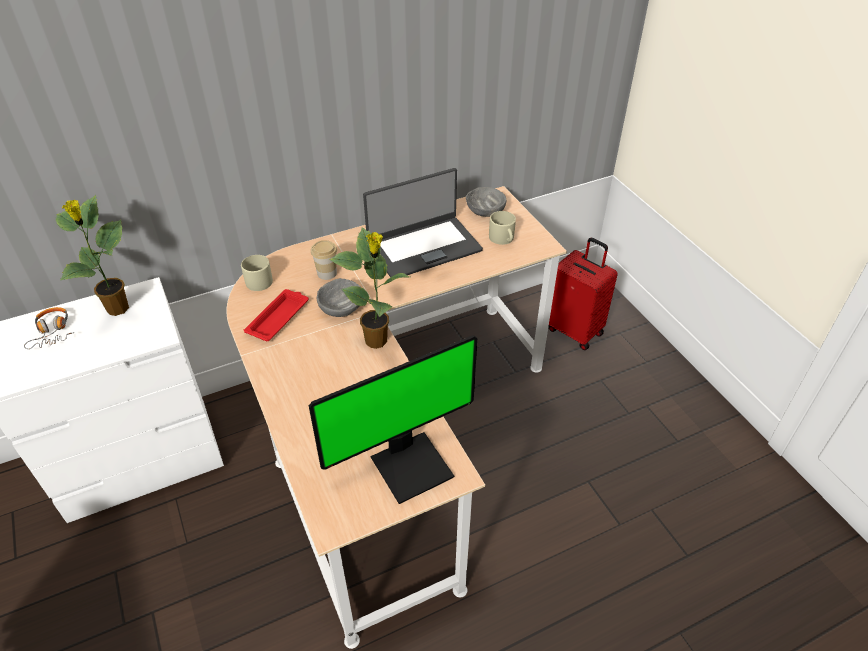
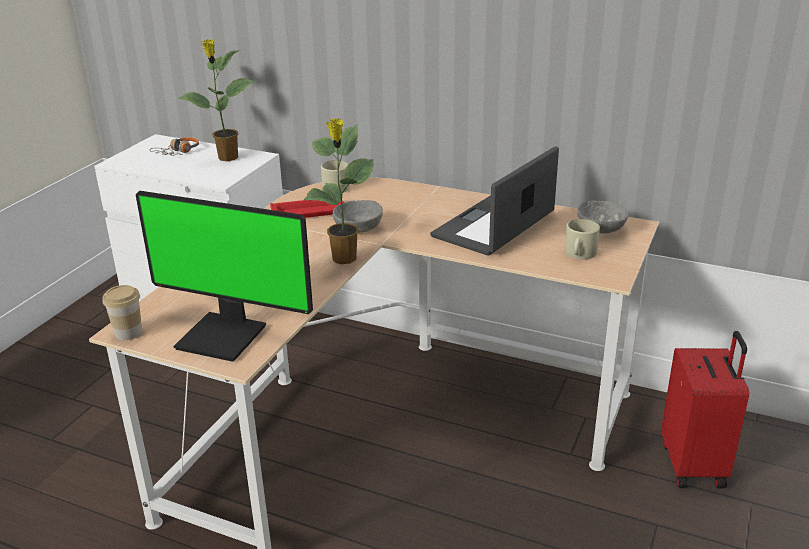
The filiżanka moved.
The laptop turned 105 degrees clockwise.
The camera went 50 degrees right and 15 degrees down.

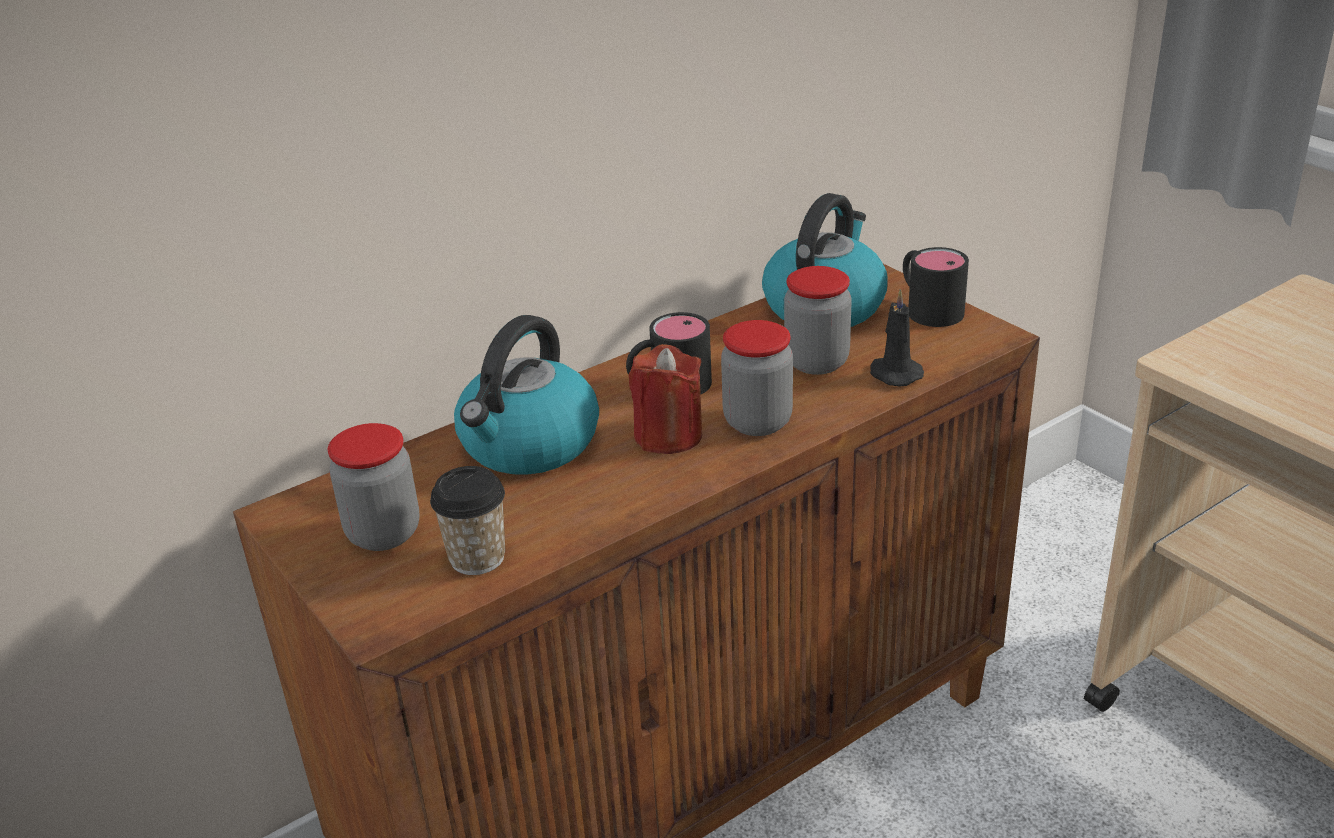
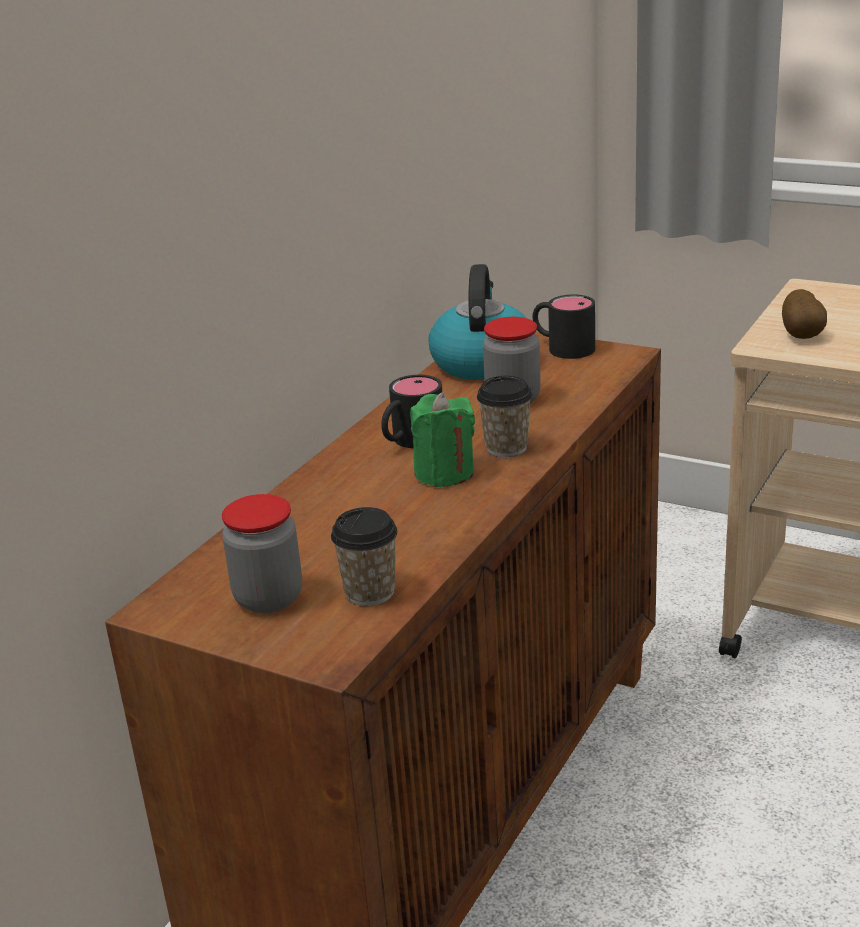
The świeca/czerwony became the świeca/zielony.
The słoik (2nd from left) was replaced by the filiżanka (2nd from left).
The ziemniak appeared.
The czajnik (1st from left) disappeared.
The świeca/czarny disappeared.
The camera went 25 degrees left and 5 degrees down.

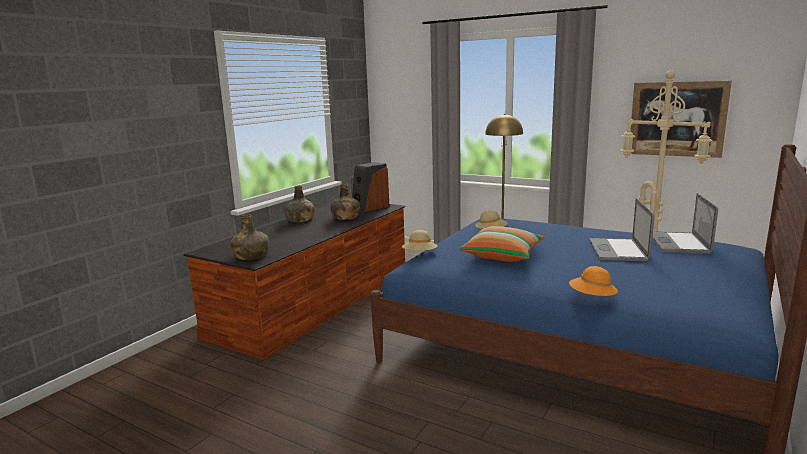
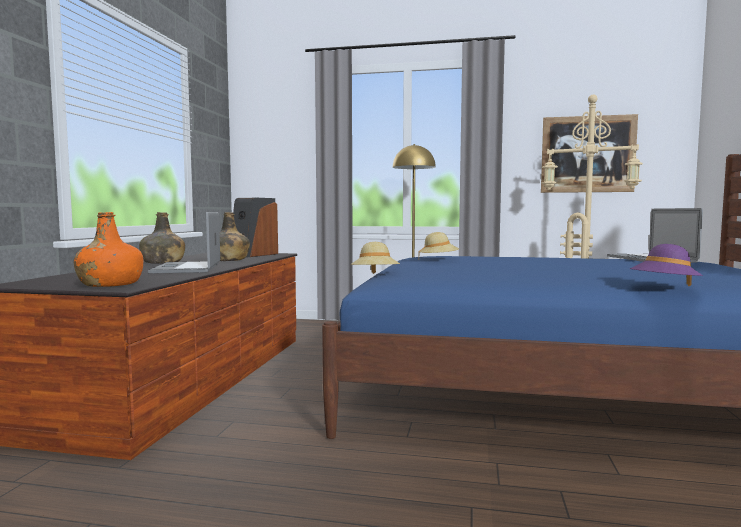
The butelka/zielony (1st from left) became the butelka/pomarańczowy.
The laptop (1st from left) moved.
The kapelusz/pomarańczowy became the kapelusz/fioletowy.
The poduszka disappeared.
The camera went 20 degrees left and 10 degrees down.

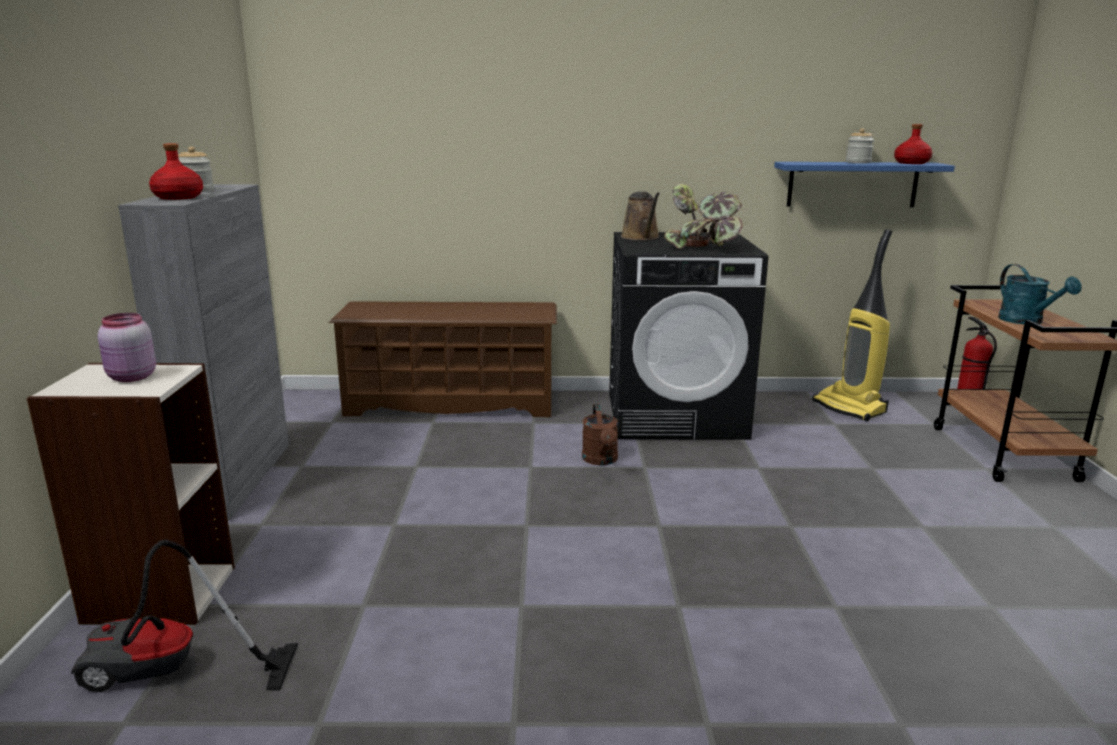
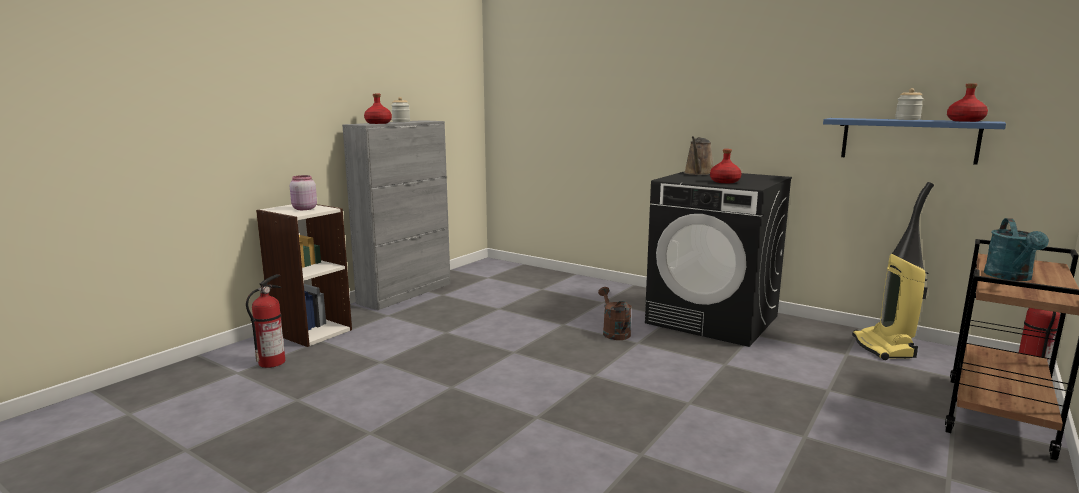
The odkurzacz (1st from left) was replaced by the gaśnica (1st from left).
The konewka/brązowy (1st from left) turned 135 degrees clockwise.
The roślina doniczkowa was replaced by the butelka/czerwony (2nd from left).
The regał na buty/brązowy disappeared.
The camera went 35 degrees right and 5 degrees down.

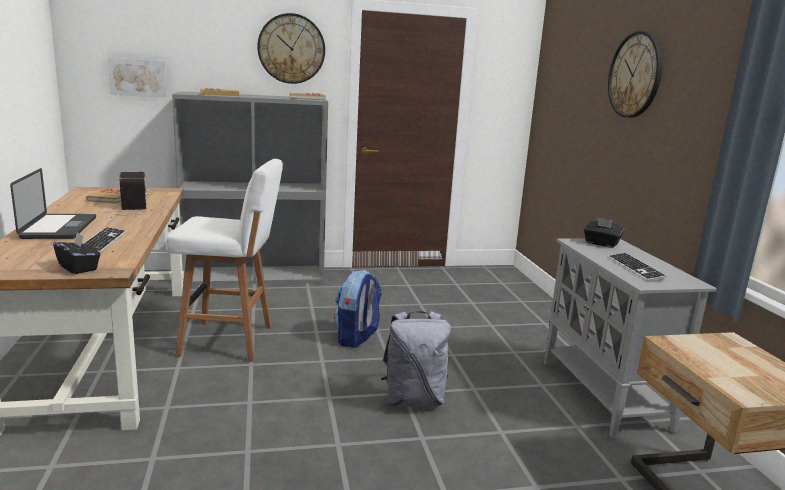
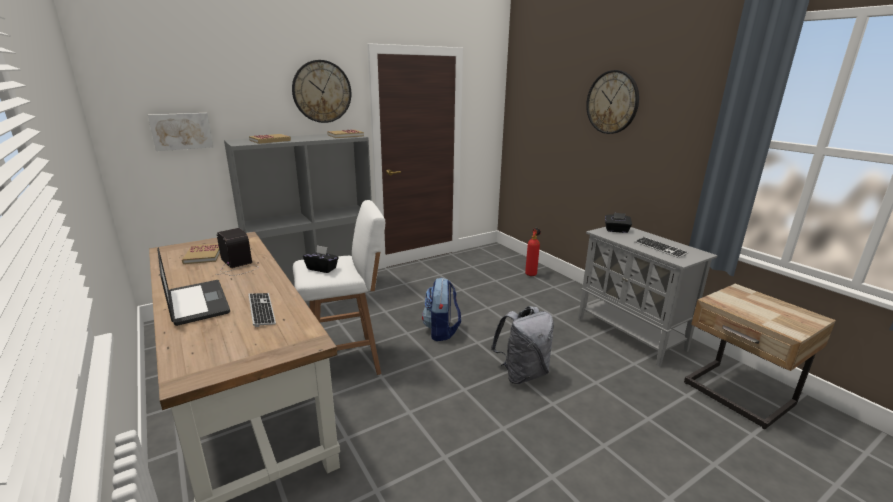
The pudełko chusteczek/czarny (1st from left) moved.
The gaśnica appeared.
The camera went 20 degrees left and 5 degrees up.

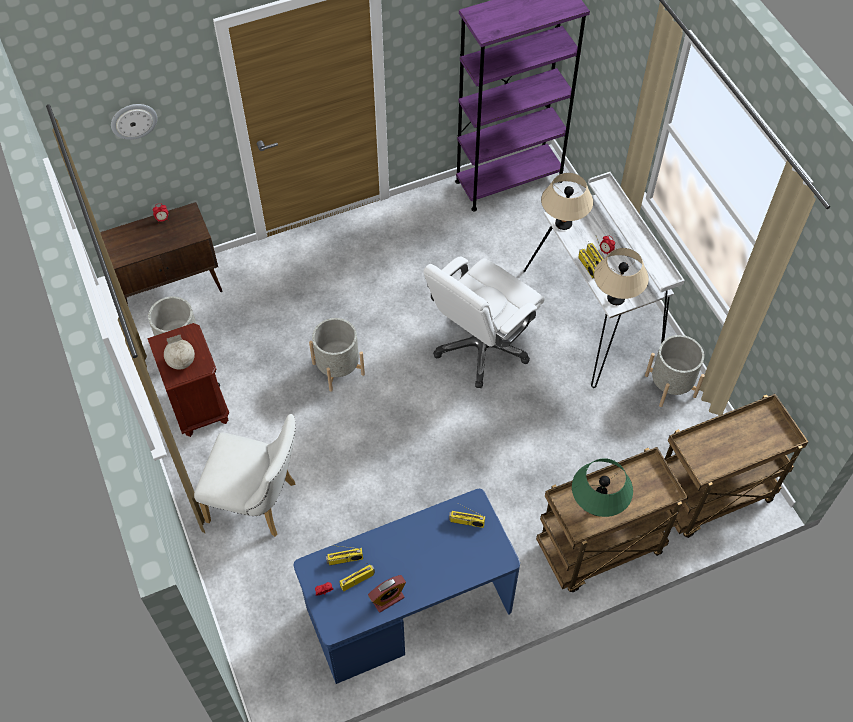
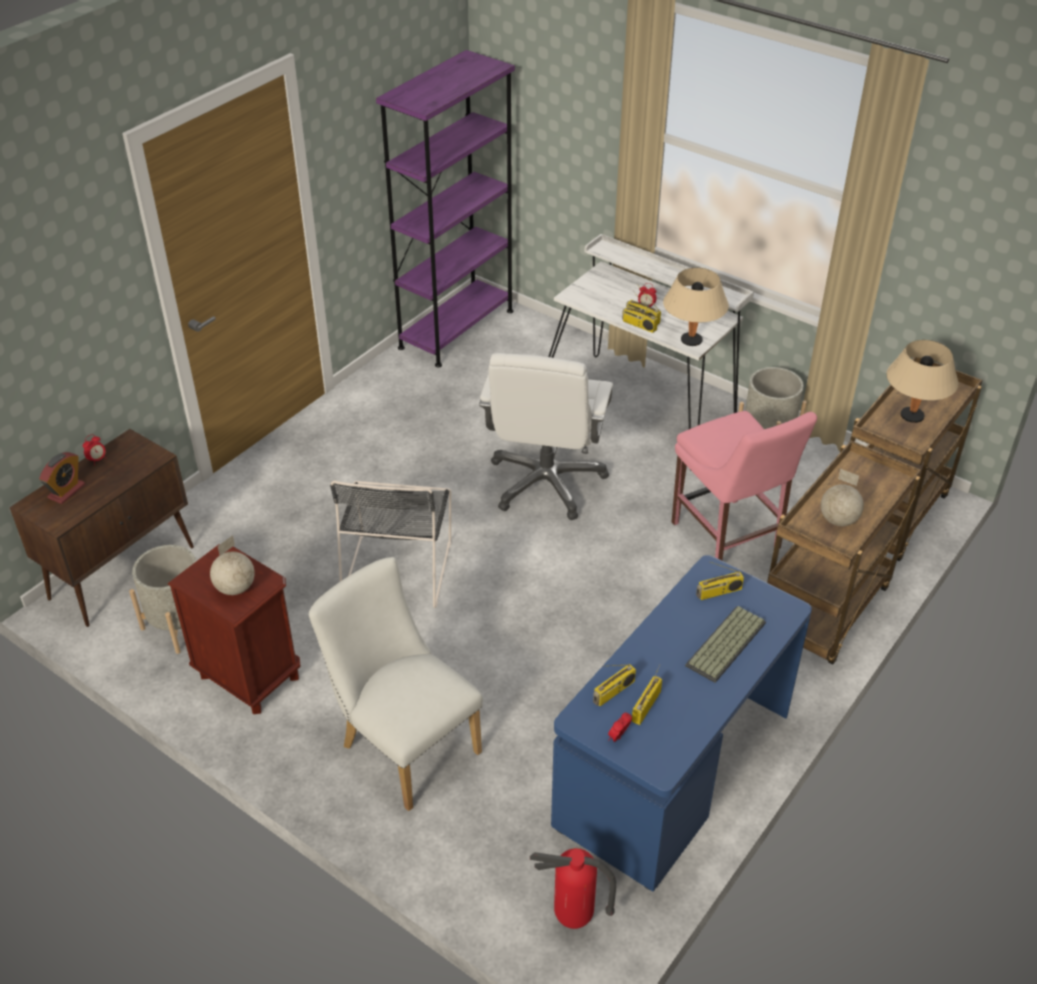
The budzik (3rd from left in the first image) moved.
The krzesło/biały turned 120 degrees counterclockwise.
The donica/szary (2nd from left) was replaced by the krzesło/czarny.
The gaśnica appeared.
The krzesło/różowy appeared.
The klawiatura appeared.
The lampa stołowa/zielony was replaced by the globus (2nd from left).
The lampa stołowa/beżowy (1st from left in the first image) moved.
The zegar ścienny disappeared.
The camera went 30 degrees left and 15 degrees down.

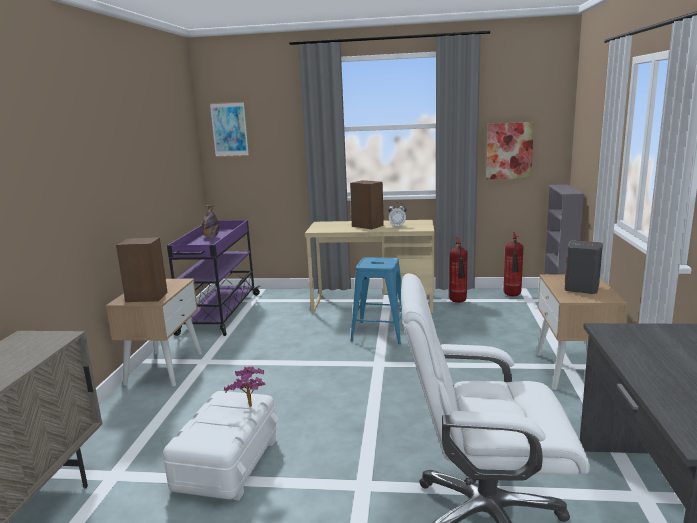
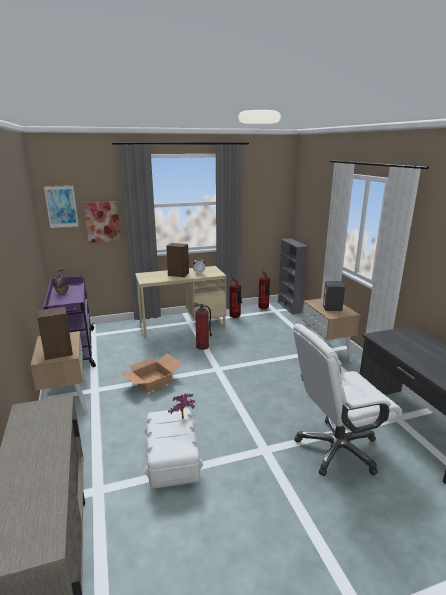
The obraz (2nd from left) moved.
The karton appeared.
The stołek/niebieski was replaced by the gaśnica (1st from left).
The camera went 25 degrees left and 5 degrees up.

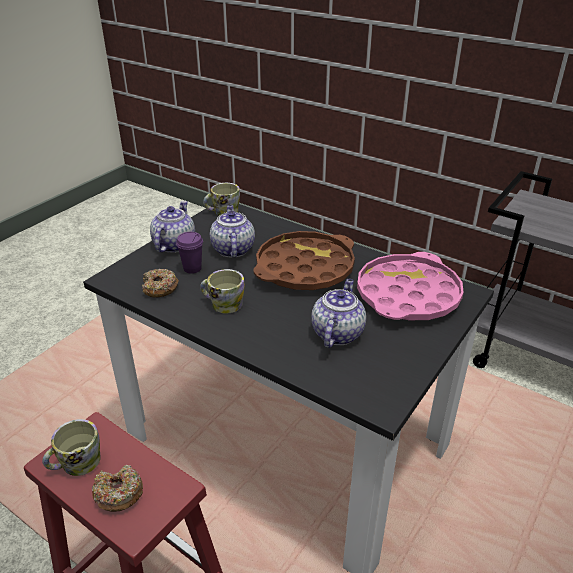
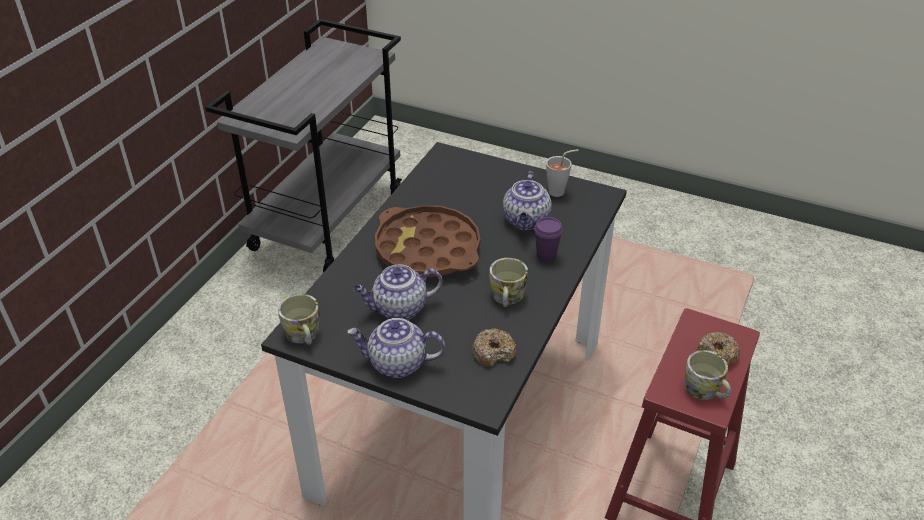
The imbryk (3rd from left) turned 90 degrees counterclockwise.
The filiżanka/fioletowy moved.
The filiżanka/szary appeared.
The taca/różowy disappeared.
The camera went 100 degrees left and 5 degrees up.

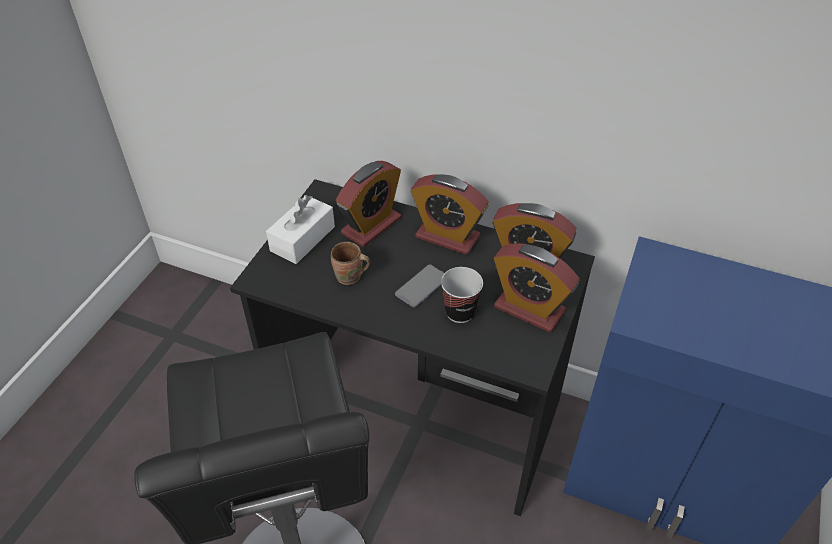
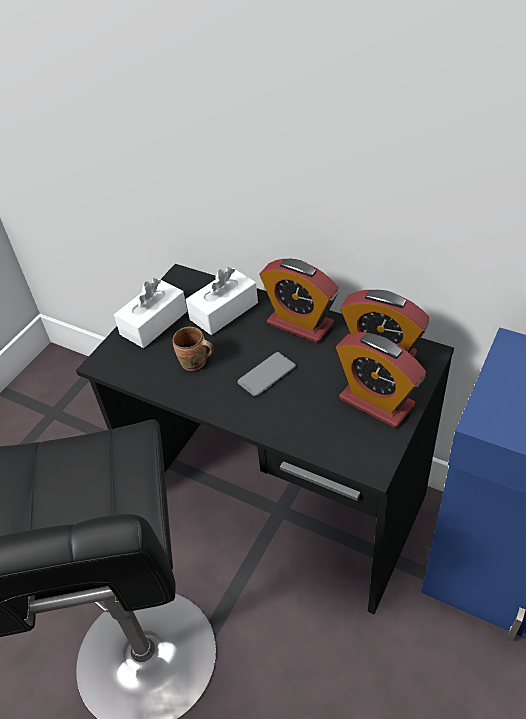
The budzik (1st from left) was replaced by the pudełko chusteczek/biały (2nd from left).
The filiżanka disappeared.
The camera went 10 degrees right and 0 degrees up.

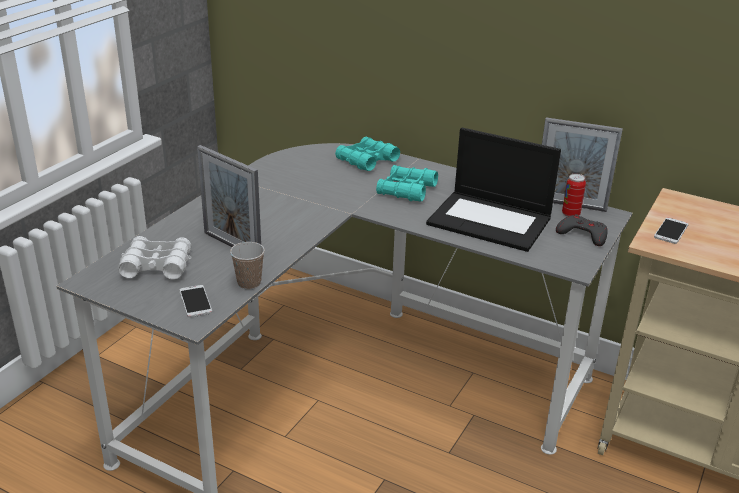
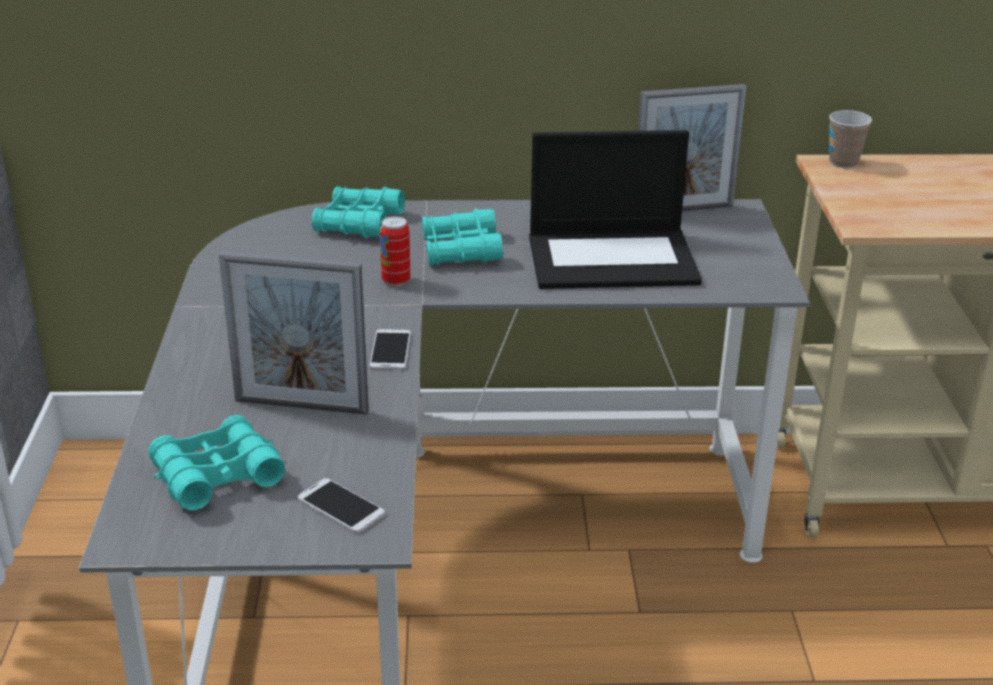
The lornetka/biały became the lornetka/turkusowy (1st from left).
The telefon (2nd from left) moved.
The puszka moved.
The filiżanka moved.
The pad do gier/szary disappeared.
The camera went 30 degrees left and 0 degrees up.

